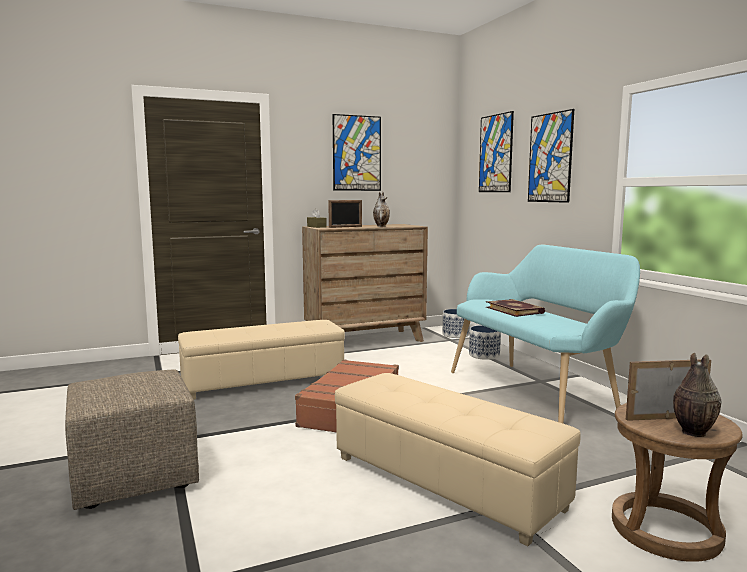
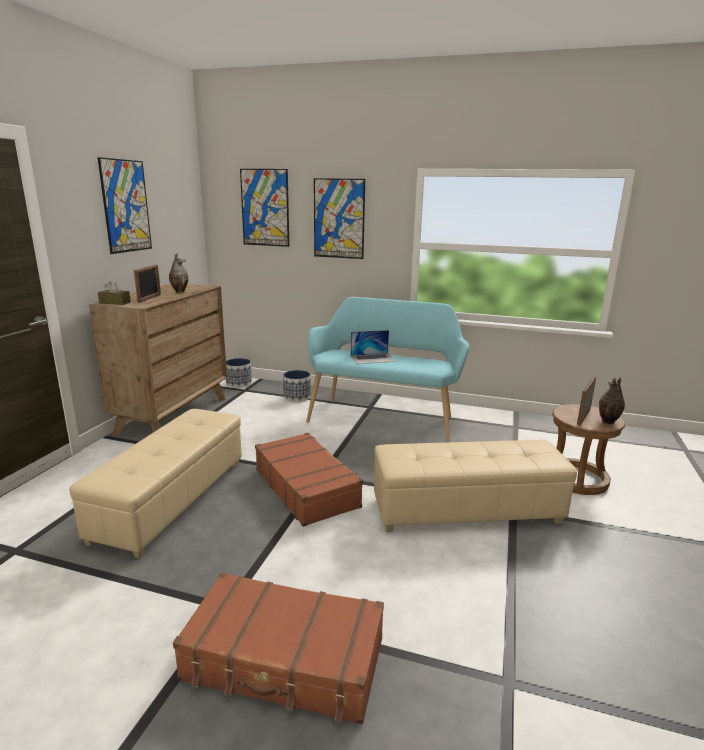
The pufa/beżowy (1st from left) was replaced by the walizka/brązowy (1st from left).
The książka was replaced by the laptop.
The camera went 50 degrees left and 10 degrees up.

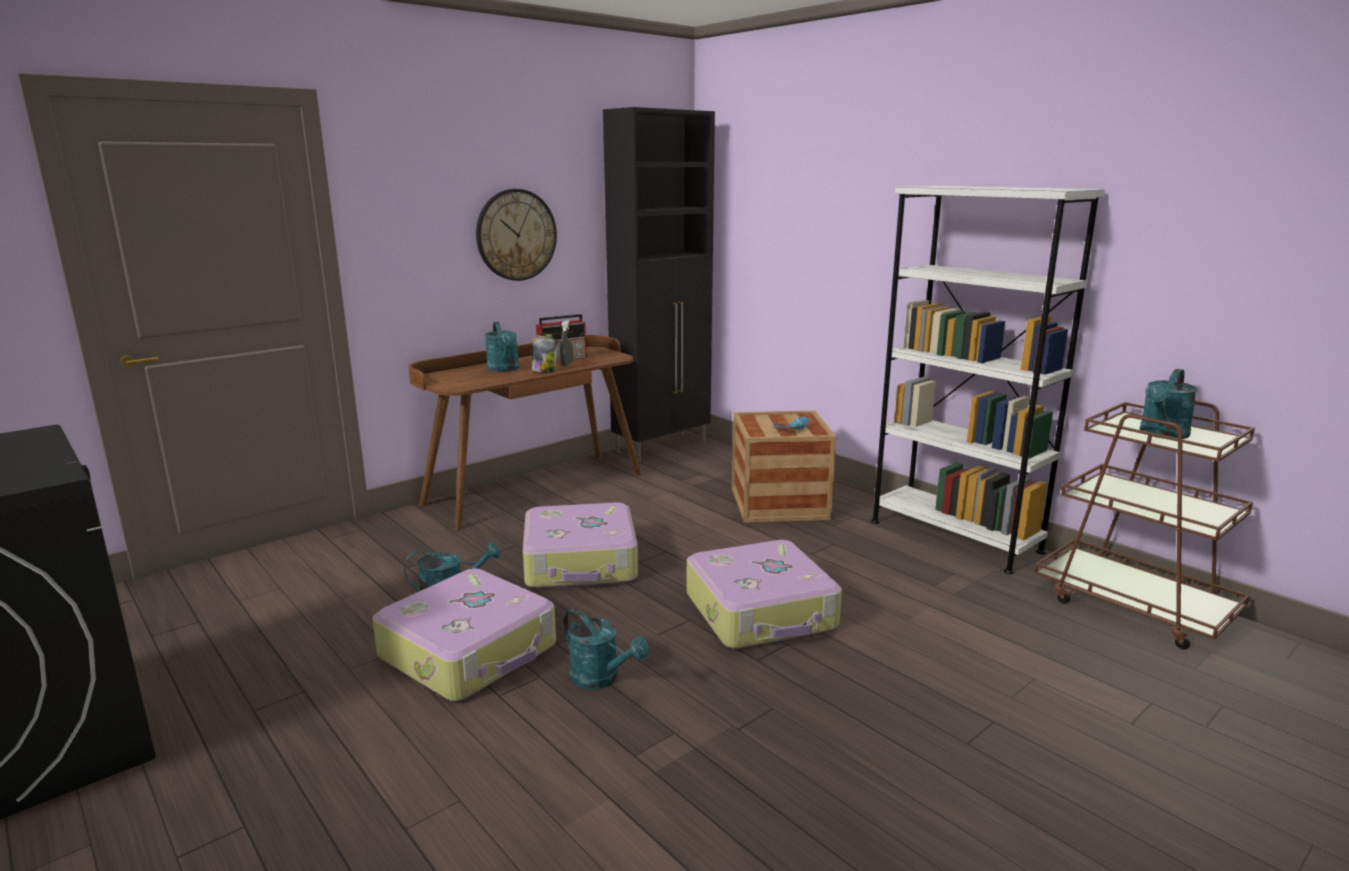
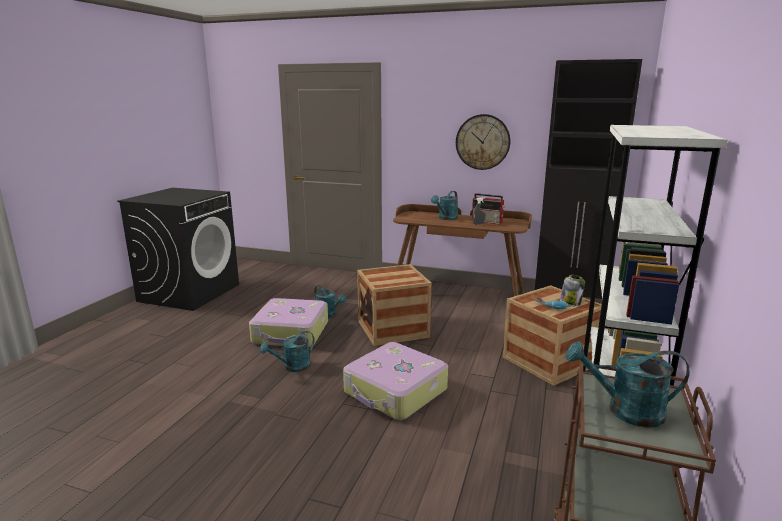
The konewka/turkusowy (3rd from left in the first image) turned 45 degrees clockwise.
The walizka (2nd from left) was replaced by the skrzynka (1st from left).
The słoik moved.
The camera went 60 degrees right and 0 degrees up.

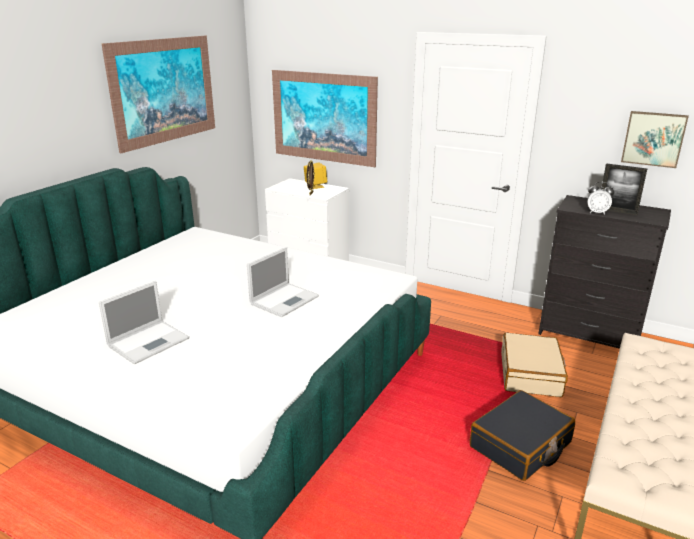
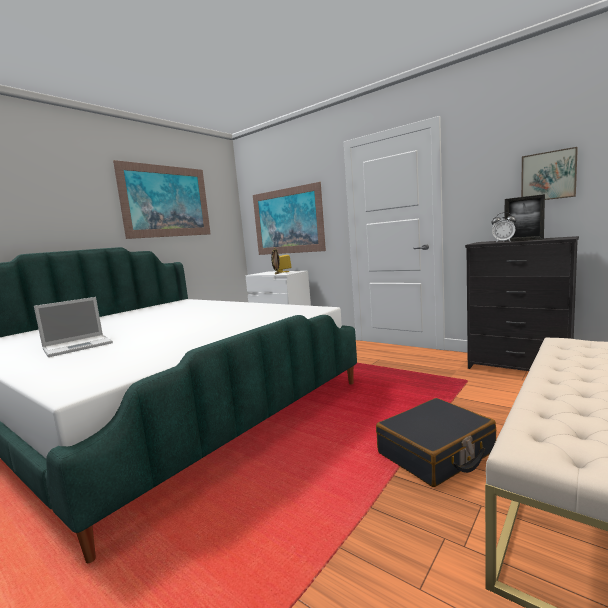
The laptop (2nd from left) disappeared.
The walizka/beżowy disappeared.
The camera went 10 degrees right and 15 degrees down.

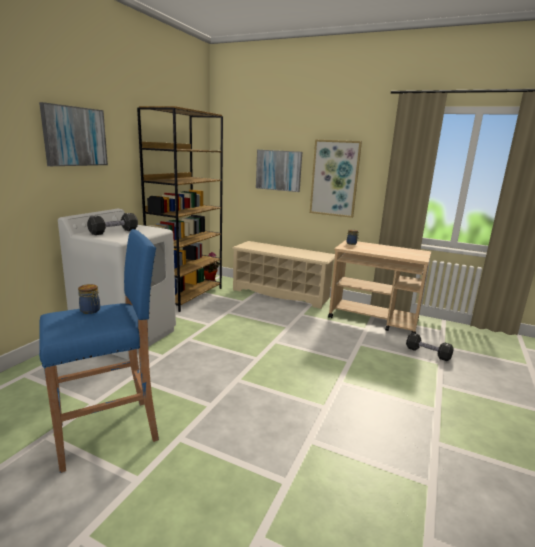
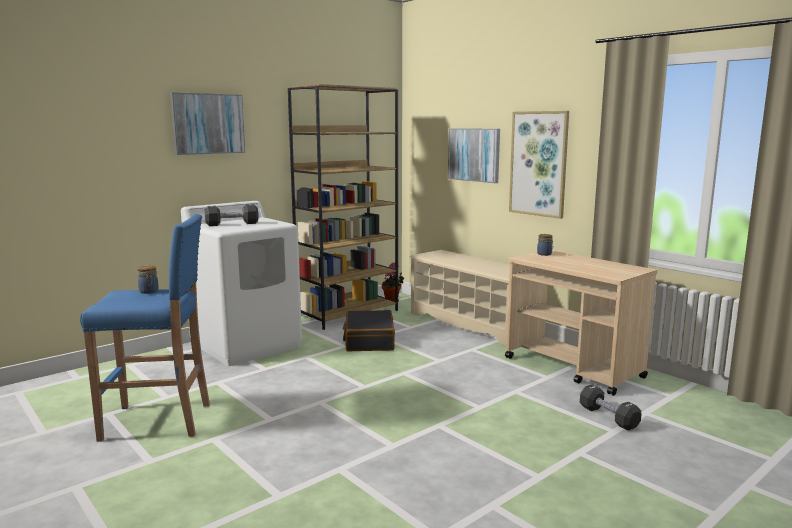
The walizka/czarny appeared.
The camera went 25 degrees right and 5 degrees down.

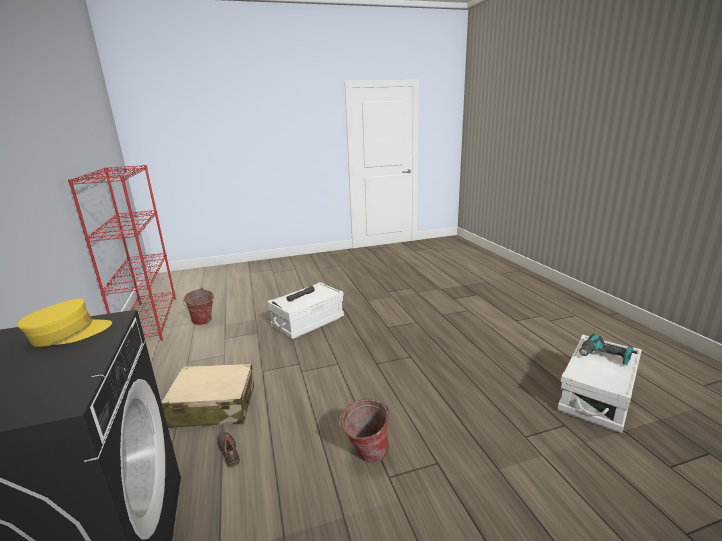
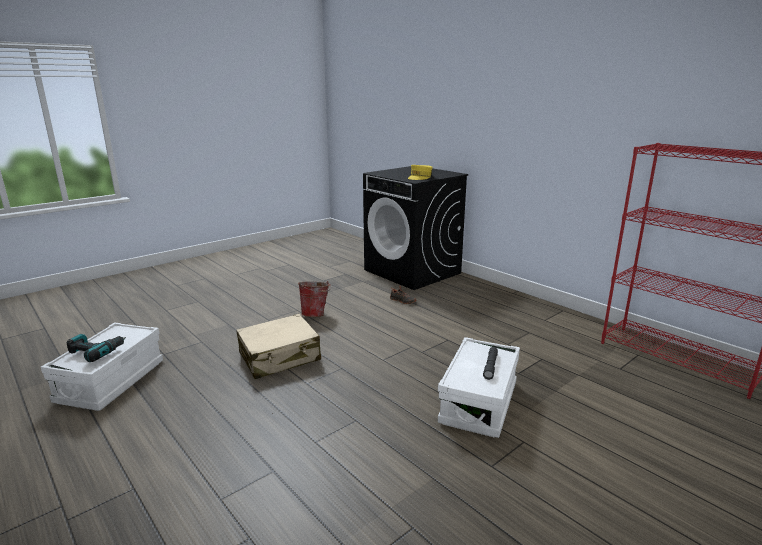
The walizka/beżowy moved.
The wiadro (1st from left) disappeared.
The camera went 155 degrees right and 0 degrees up.

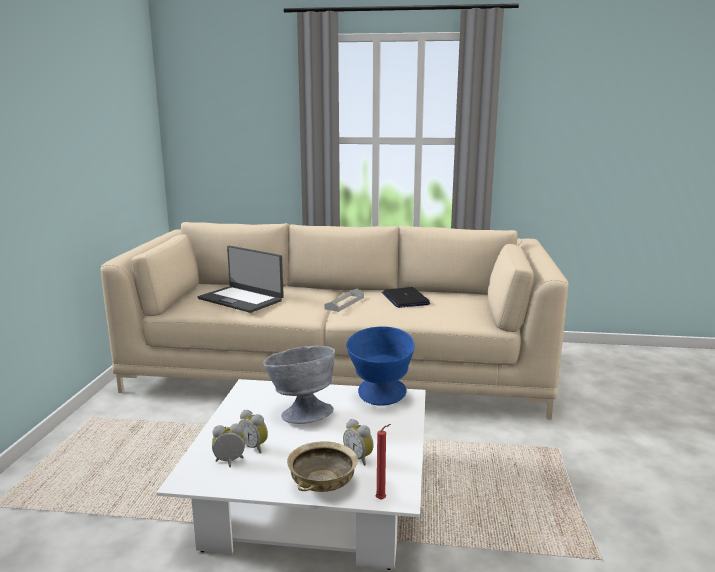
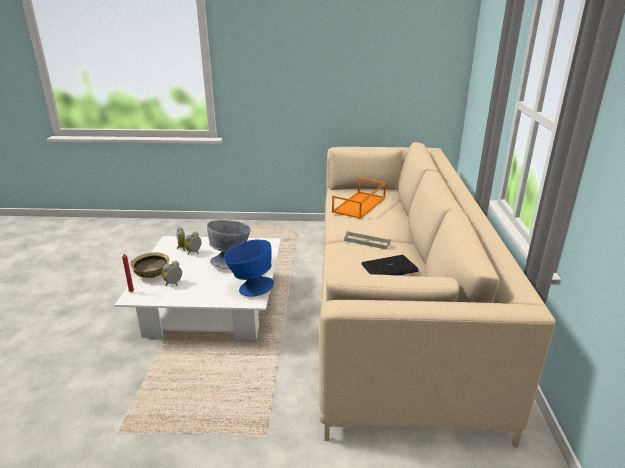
The laptop (1st from left) was replaced by the taca/pomarańczowy.
The camera went 85 degrees right and 10 degrees up.

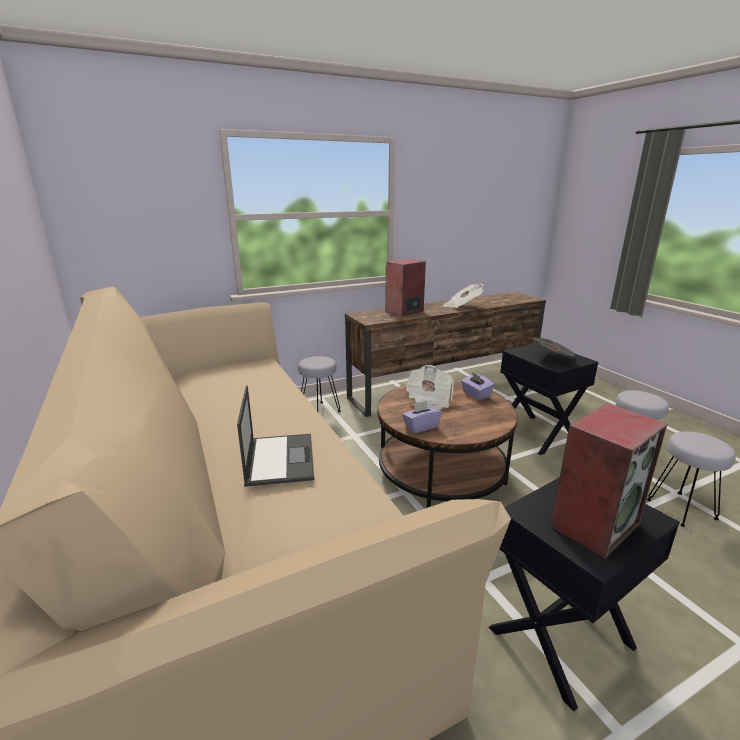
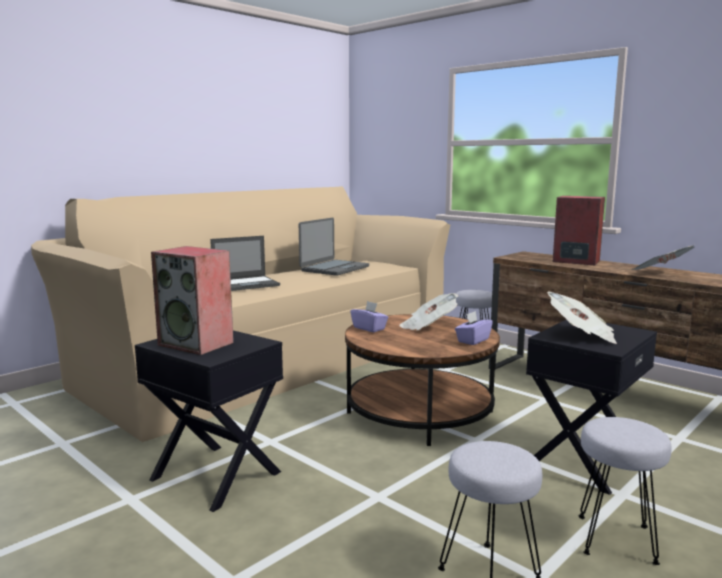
The laptop (2nd from left) appeared.
The camera went 70 degrees right and 10 degrees down.

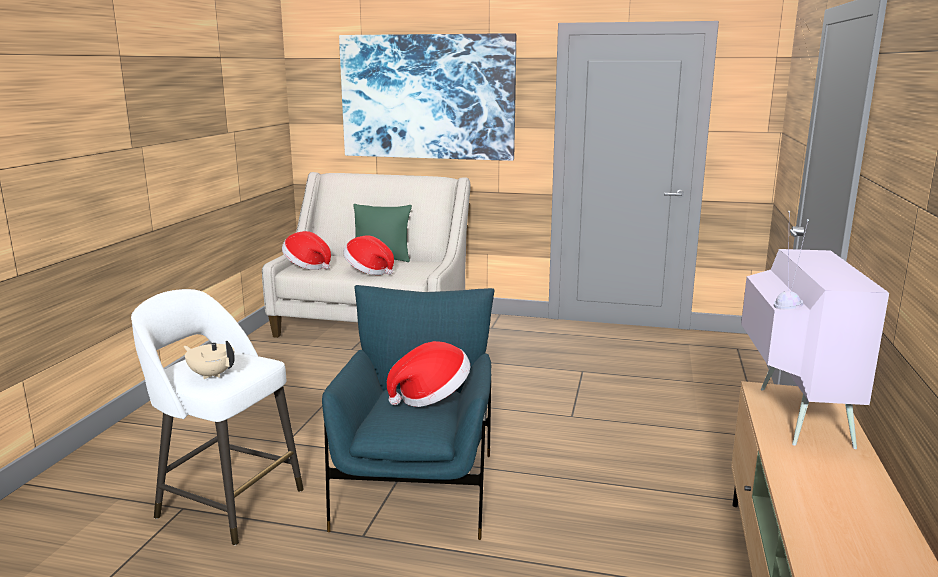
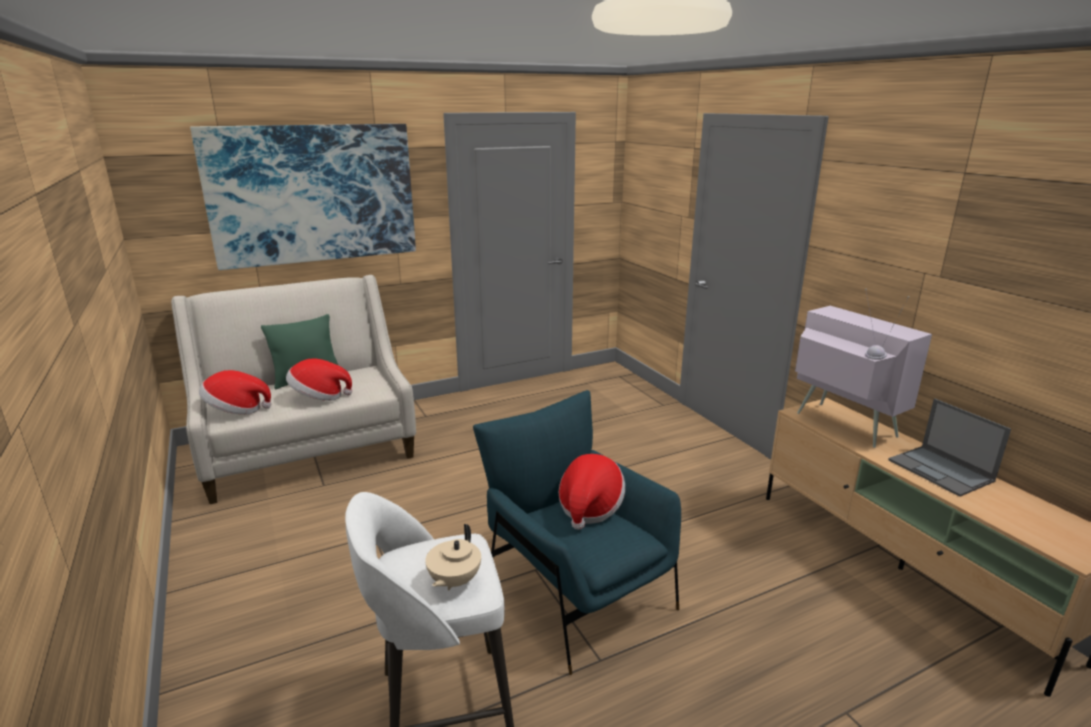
The imbryk/beżowy turned 60 degrees counterclockwise.
The laptop appeared.
The camera went 40 degrees left and 5 degrees up.

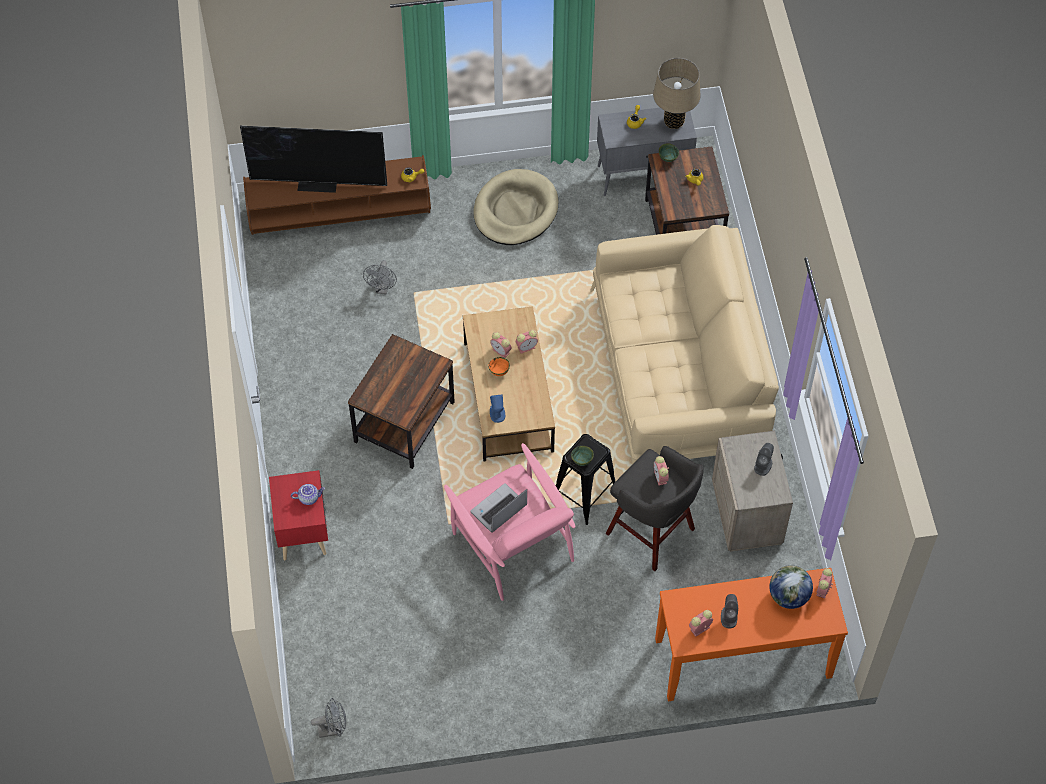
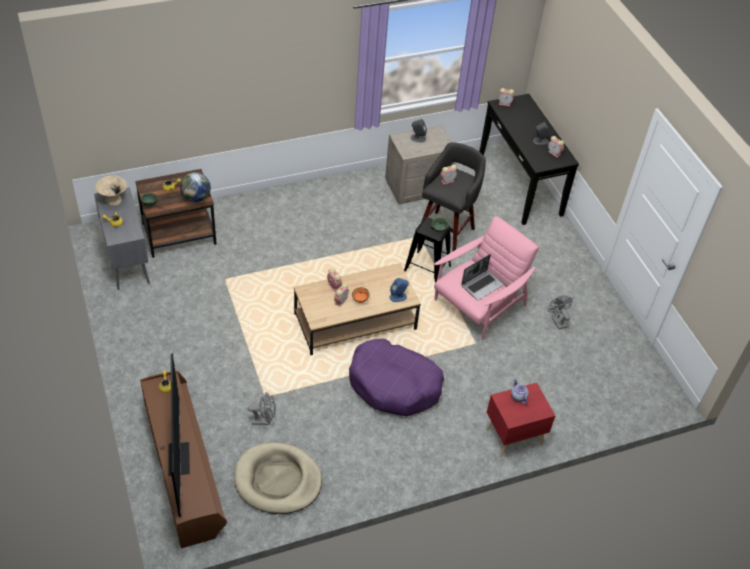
The lampa stołowa/beżowy was replaced by the miska/beżowy.
The globus moved.
The legowisko/beżowy moved.
The stolik/brązowy (1st from left) was replaced by the legowisko/fioletowy.
The laptop turned 75 degrees counterclockwise.
The stolik konsolowy/pomarańczowy became the stolik konsolowy/czarny.
The wentylator/szary (1st from left in the first image) moved.
The kanapa/beżowy disappeared.
The camera went 105 degrees left and 10 degrees down.

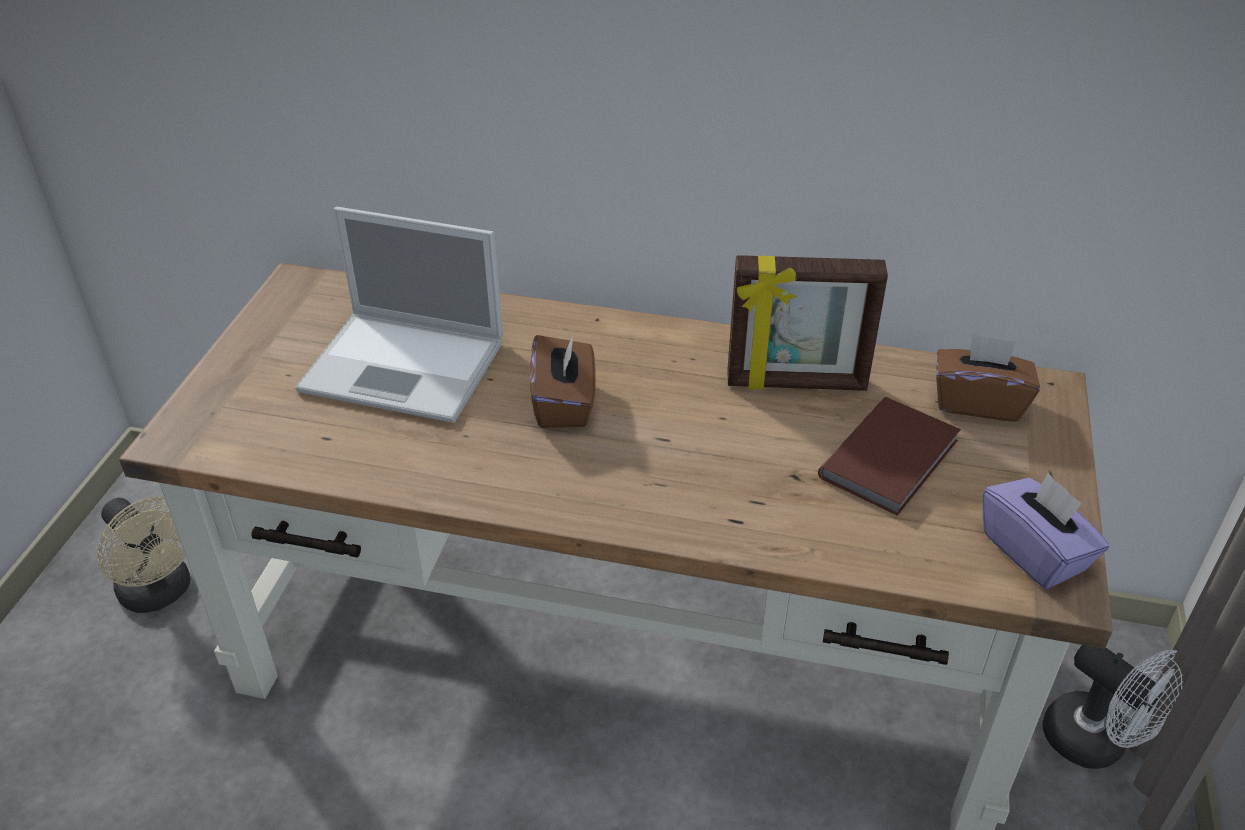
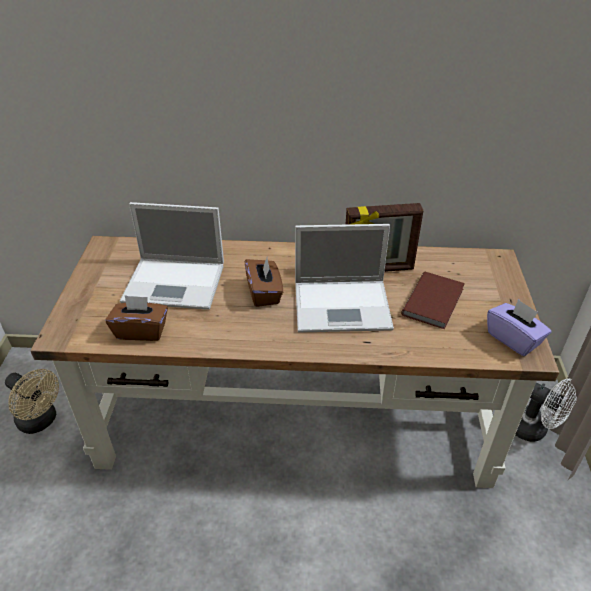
The pudełko chusteczek/brązowy (2nd from left in the first image) moved.
The laptop (2nd from left) appeared.
The camera went 10 degrees left and 0 degrees up.

